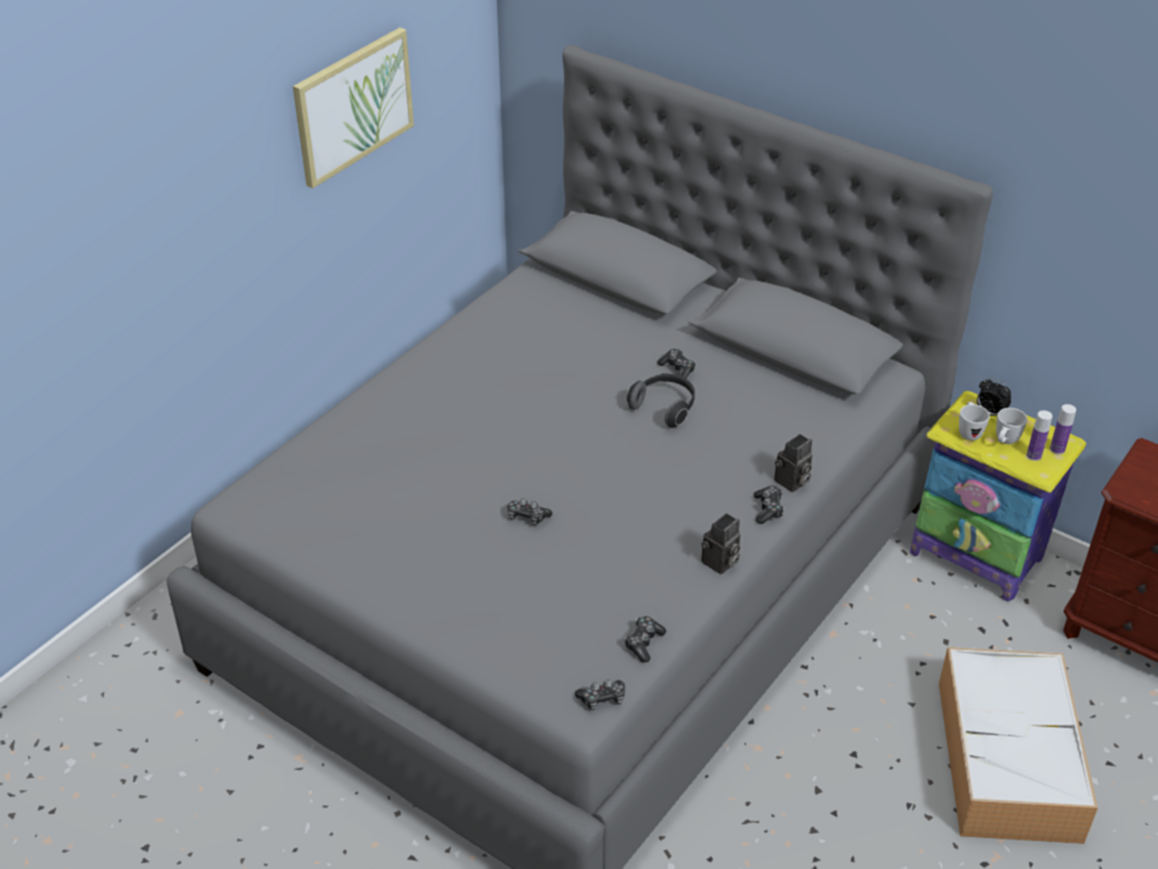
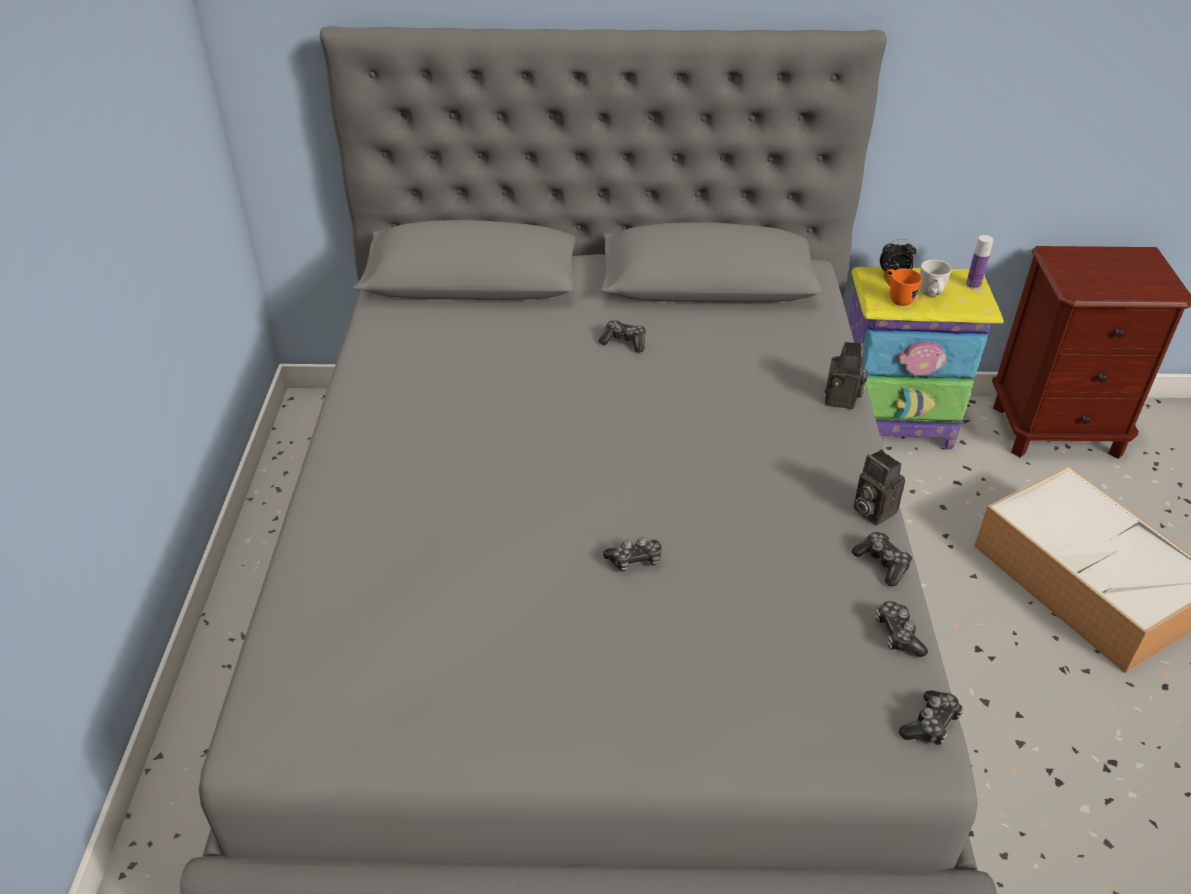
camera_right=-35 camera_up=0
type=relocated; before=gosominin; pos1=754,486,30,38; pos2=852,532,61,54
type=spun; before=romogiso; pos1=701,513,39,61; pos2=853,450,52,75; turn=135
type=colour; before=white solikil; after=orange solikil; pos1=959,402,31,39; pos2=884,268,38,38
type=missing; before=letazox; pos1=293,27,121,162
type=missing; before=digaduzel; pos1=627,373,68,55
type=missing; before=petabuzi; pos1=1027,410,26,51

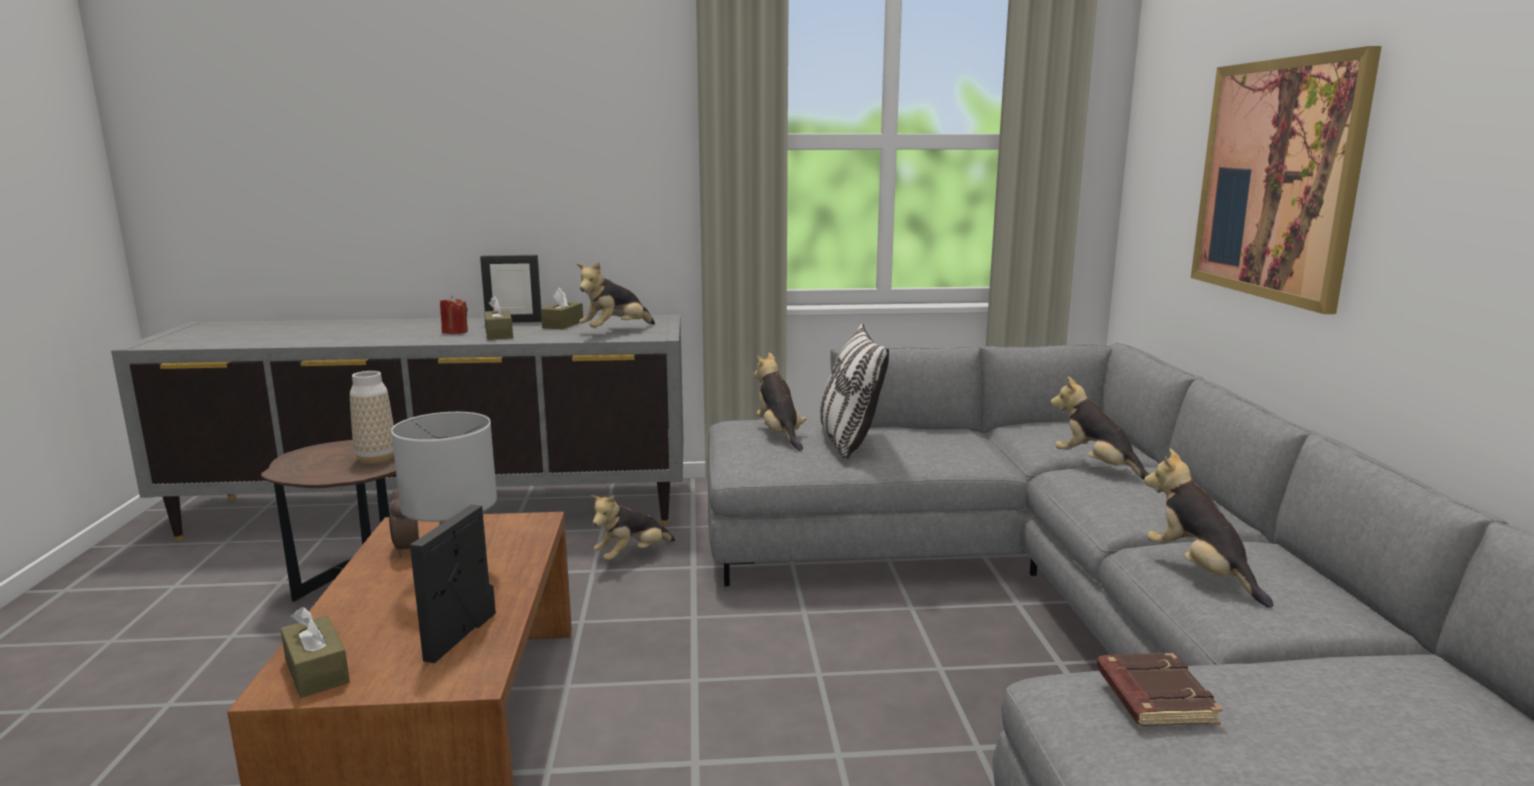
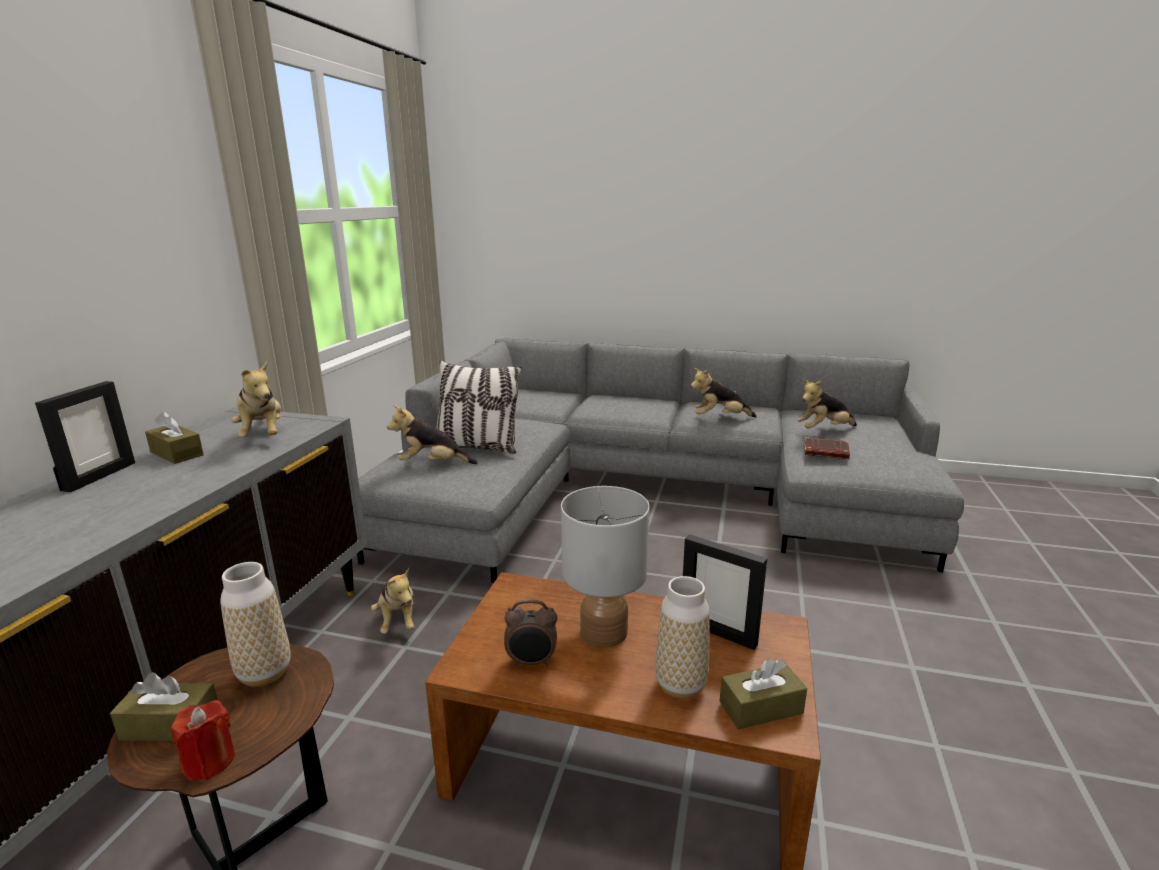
camera_right=-70 camera_up=5
type=relocated; before=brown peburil; pos1=484,296,29,44; pos2=110,672,108,69
type=relocated; before=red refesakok; pos1=440,296,28,38; pos2=171,700,64,80
type=appeared; after=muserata; pos2=655,576,55,123
type=relocated; before=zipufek; pos1=1051,377,99,103; pos2=797,379,60,50
type=missing; before=letazox; pos1=1191,46,191,268

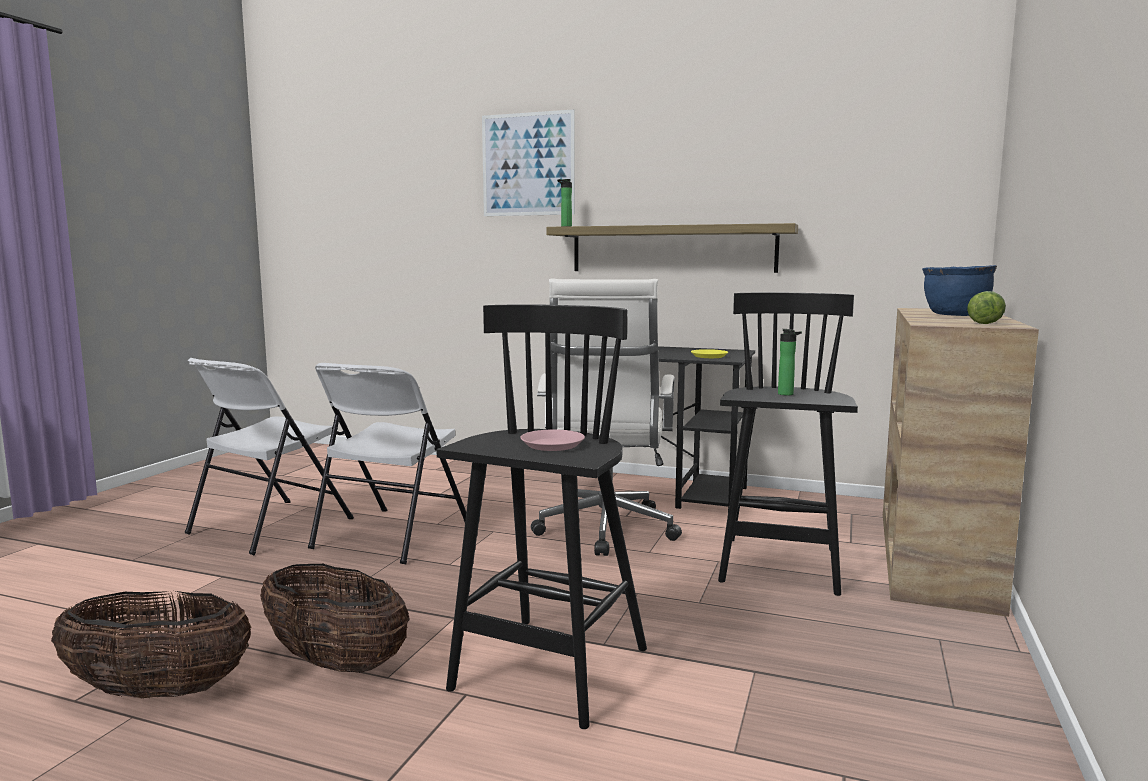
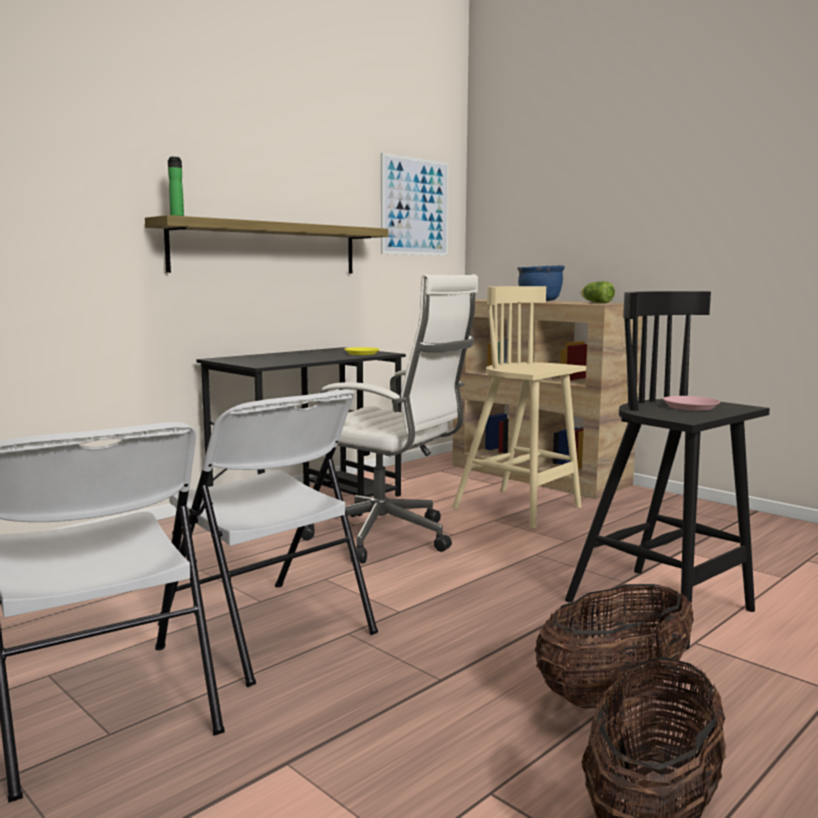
camera_right=-65 camera_up=0
type=relocated; before=letazox; pos1=482,109,93,107; pos2=381,153,68,103
type=colour; before=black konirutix; after=beige konirutix; pos1=718,292,140,304; pos2=452,286,134,242
type=missing; before=petabuzi; pos1=778,329,24,67

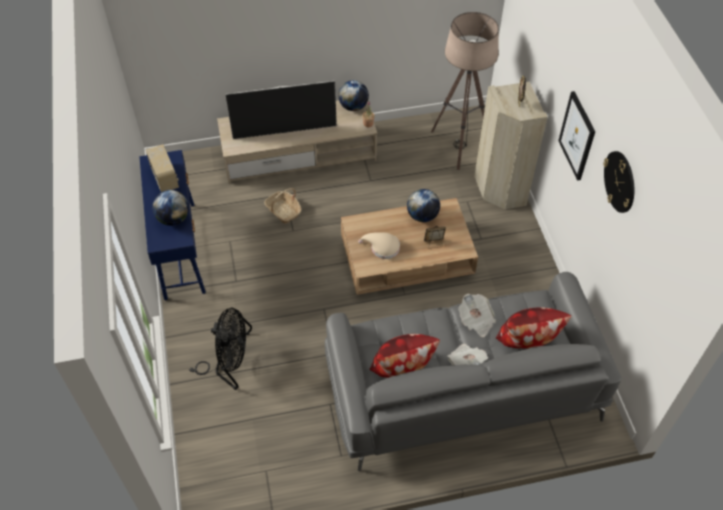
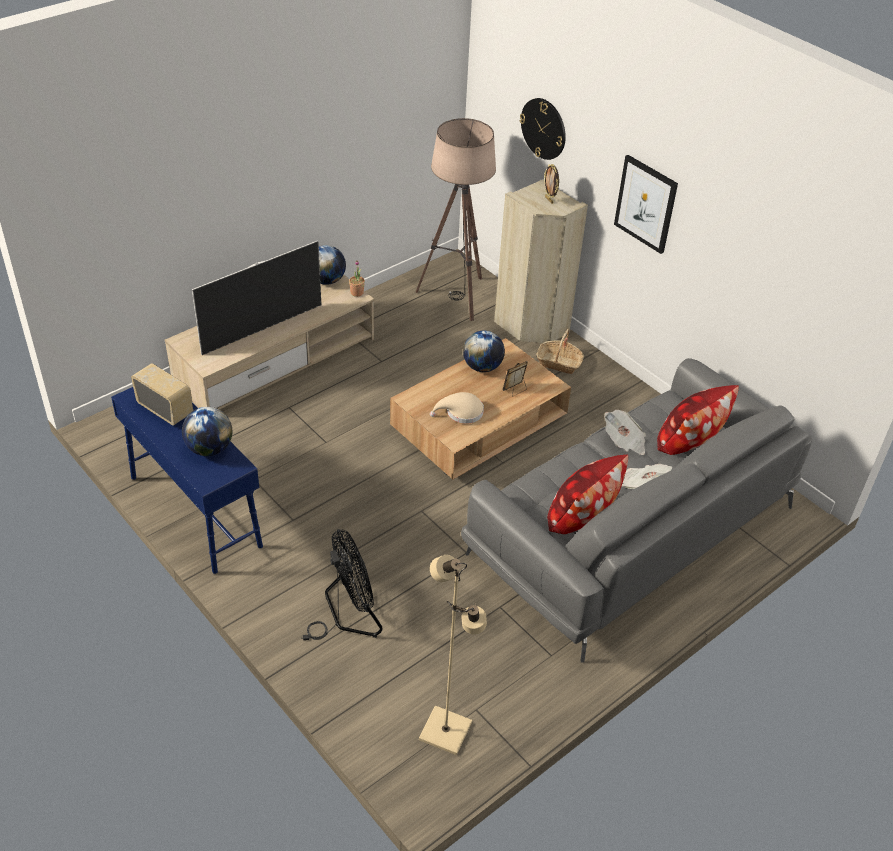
camera_right=-30 camera_up=-10
type=appeared; after=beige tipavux; pos2=419,555,68,200
type=relocated; before=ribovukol; pos1=603,151,31,62; pos2=520,98,46,62
type=relocated; before=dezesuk; pos1=264,188,37,35; pos2=536,329,48,45

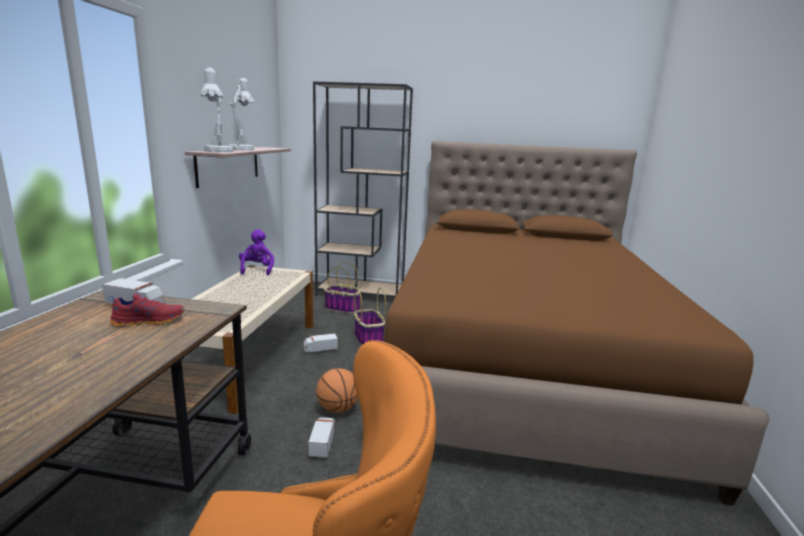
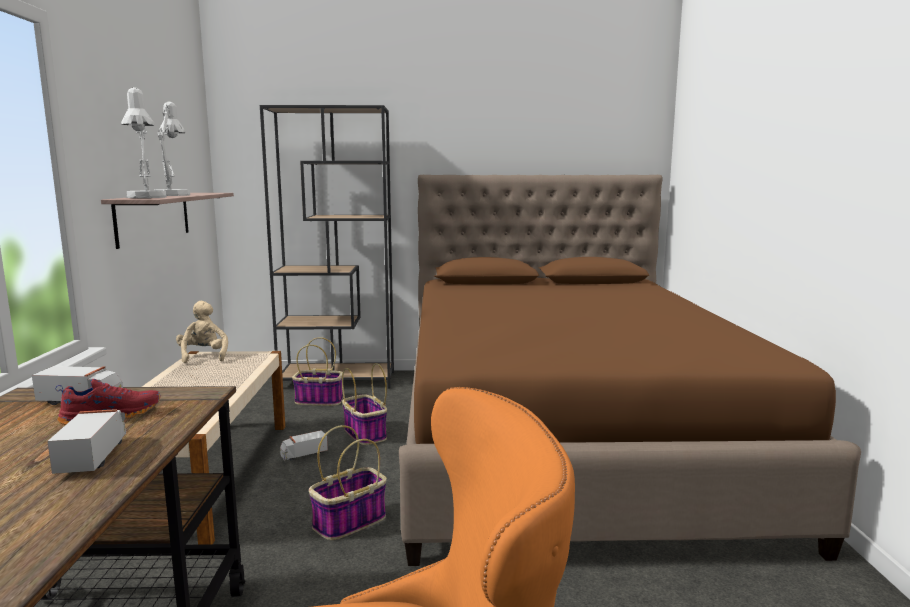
camera_right=-10 camera_up=-5
type=relocated; before=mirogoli; pos1=308,417,27,40; pos2=47,409,79,65
type=colour; before=purple zipufek; after=beige zipufek; pos1=239,229,35,46; pos2=176,301,52,62
type=exchanged; before=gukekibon; after=dezesuk; pos1=316,368,42,45; pos2=309,425,78,115

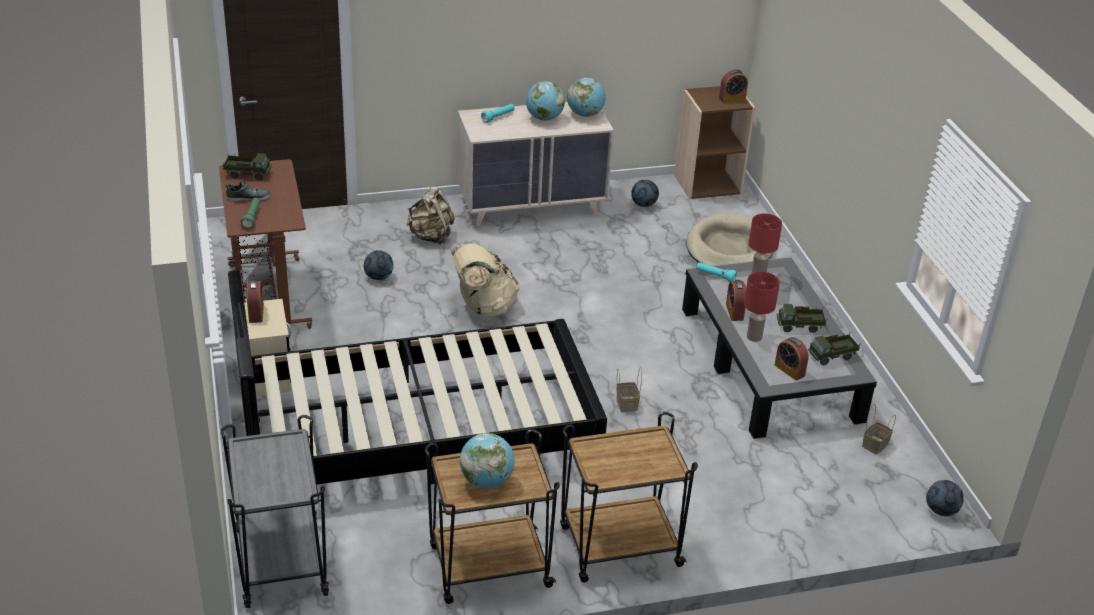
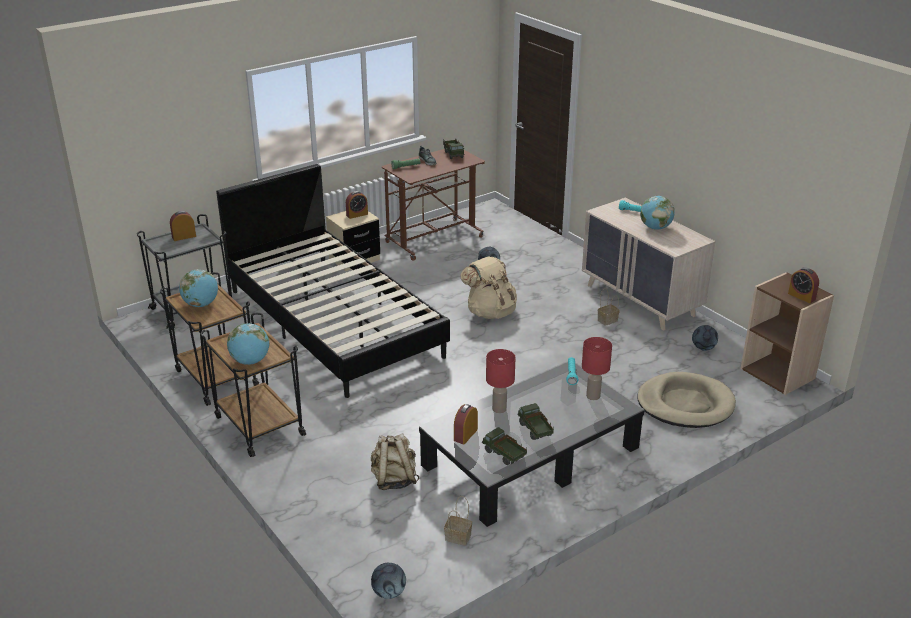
camera_right=70 camera_up=-5
type=relocated; before=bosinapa; pos1=726,280,20,41; pos2=170,211,26,30
type=relocated; before=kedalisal; pos1=567,78,39,39; pos2=227,323,43,42
type=relocated; before=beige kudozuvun; pos1=406,186,49,59; pos2=371,433,49,57
type=relocated; before=dezesuk; pos1=617,367,25,45; pos2=598,288,22,38

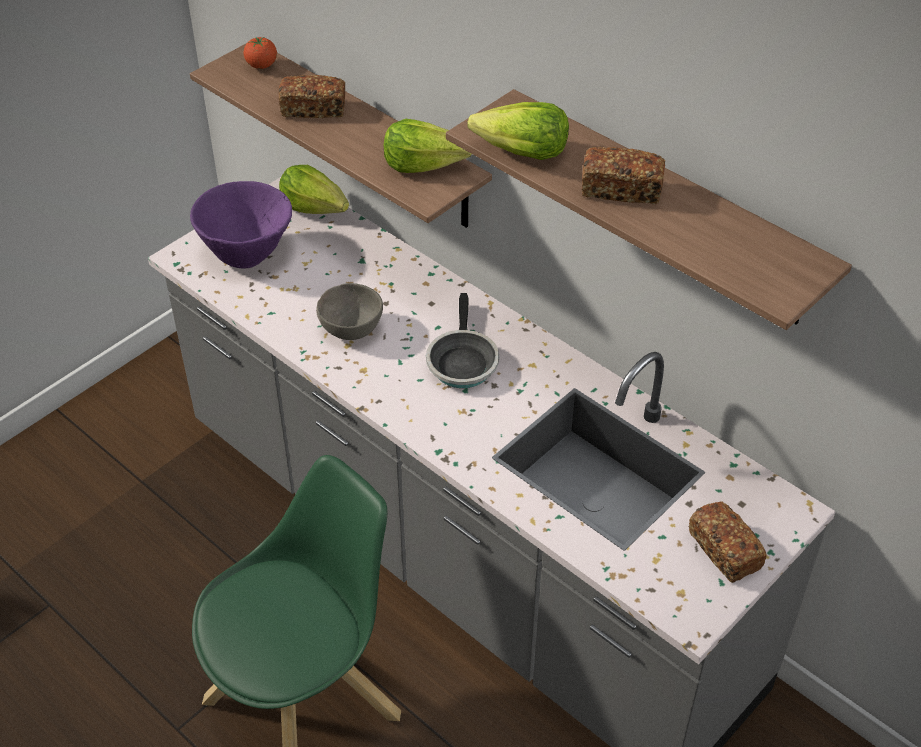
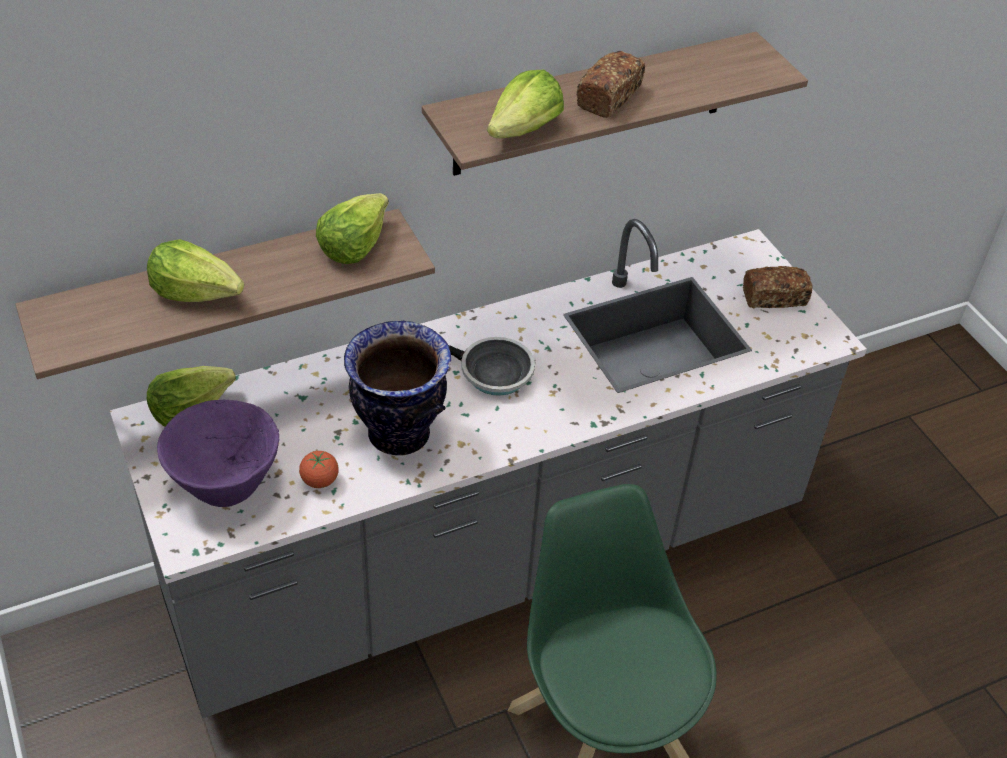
camera_right=-70 camera_up=0
type=exchanged; before=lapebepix; after=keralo; pos1=279,75,66,43; pos2=147,239,97,63
type=relocated; before=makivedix; pos1=244,37,33,32; pos2=299,451,40,37
type=exchanged; before=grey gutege; after=muserata; pos1=316,283,67,57; pos2=344,320,107,136

